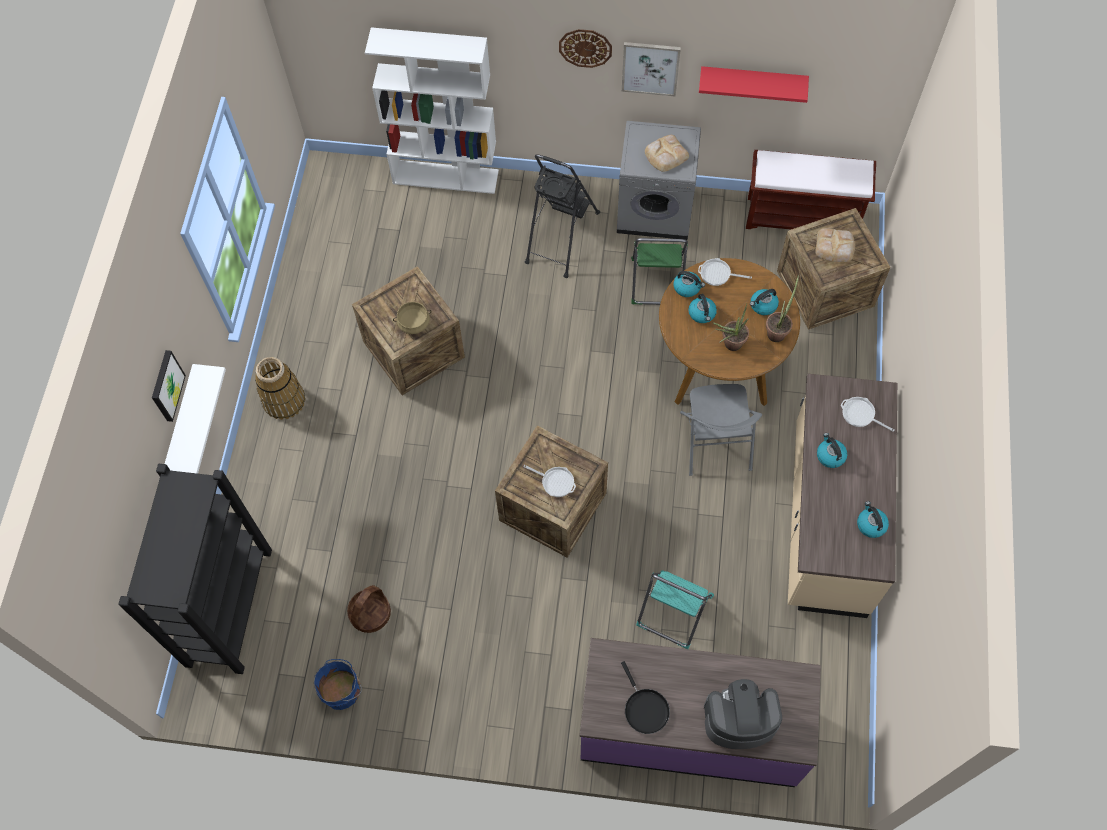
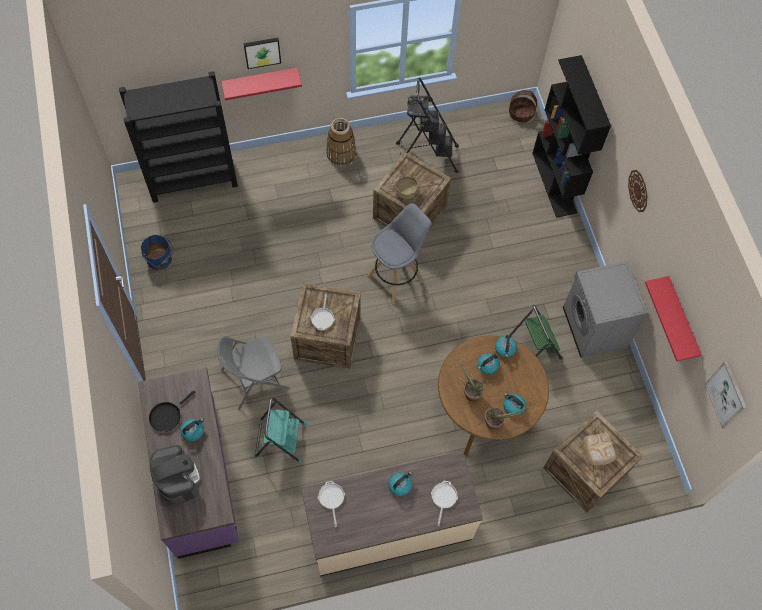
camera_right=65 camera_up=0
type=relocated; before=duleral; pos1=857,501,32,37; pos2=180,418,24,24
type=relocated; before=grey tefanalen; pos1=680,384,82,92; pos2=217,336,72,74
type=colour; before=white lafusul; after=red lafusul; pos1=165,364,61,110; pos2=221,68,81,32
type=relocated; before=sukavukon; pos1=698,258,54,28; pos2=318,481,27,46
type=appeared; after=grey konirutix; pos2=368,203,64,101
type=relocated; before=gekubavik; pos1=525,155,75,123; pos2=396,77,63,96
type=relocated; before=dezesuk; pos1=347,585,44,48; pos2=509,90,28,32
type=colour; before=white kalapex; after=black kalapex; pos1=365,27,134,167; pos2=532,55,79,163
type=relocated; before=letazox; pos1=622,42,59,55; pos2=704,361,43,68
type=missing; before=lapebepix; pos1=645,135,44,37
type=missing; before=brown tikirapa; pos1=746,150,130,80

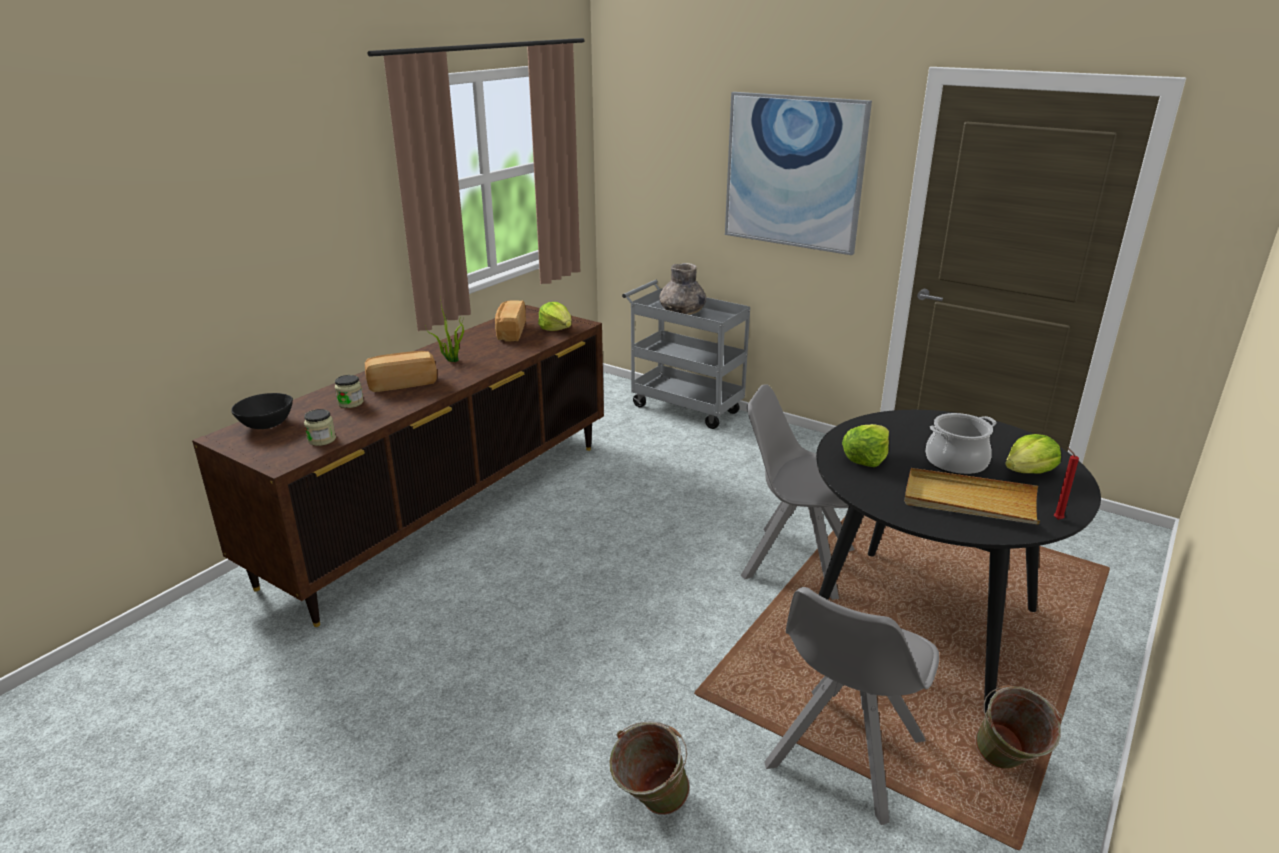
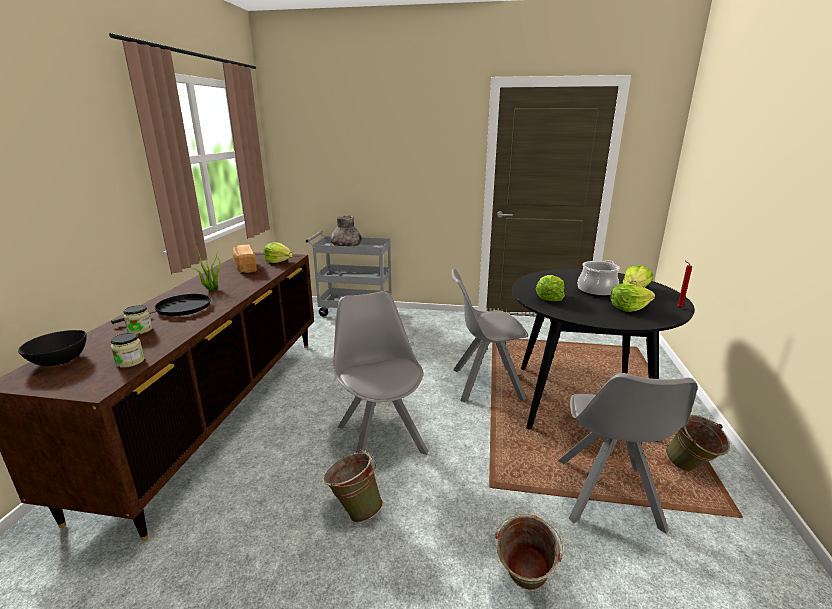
camera_right=-25 camera_up=-5
type=exchanged; before=lapebepix; after=black sukavukon; pos1=365,351,72,41; pos2=111,294,100,30
type=appeared; after=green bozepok; pos2=324,449,59,73
type=appeared; after=grey tefanalen; pos2=333,291,95,164
type=exchanged; before=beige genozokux; after=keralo; pos1=904,468,136,56; pos2=610,283,45,29
type=missing; before=letazox; pos1=725,92,147,163

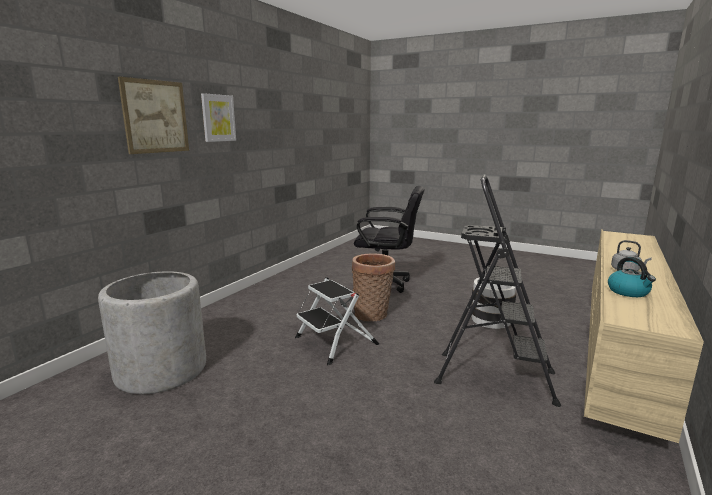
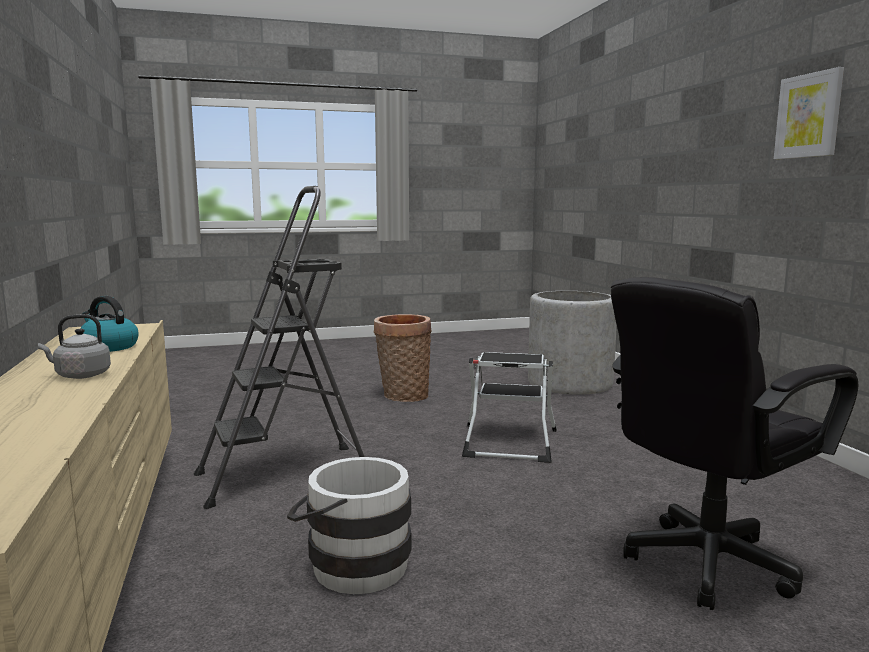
camera_right=135 camera_up=-5
type=relocated; before=dezesuk; pos1=352,254,43,68; pos2=374,314,58,88
type=missing; before=letazox; pos1=118,77,71,77

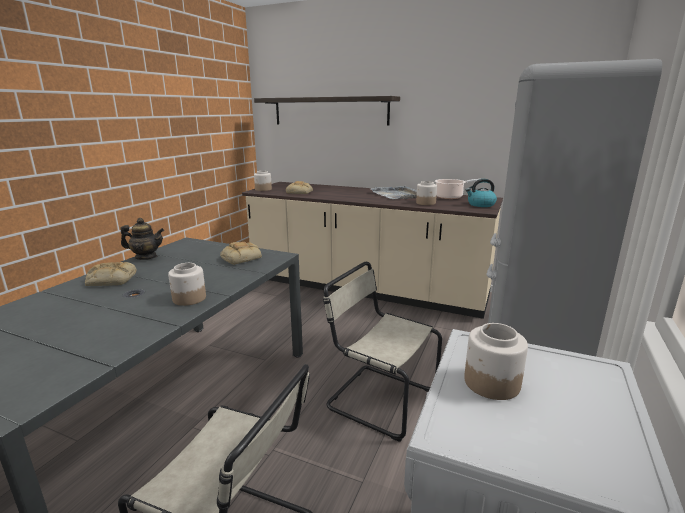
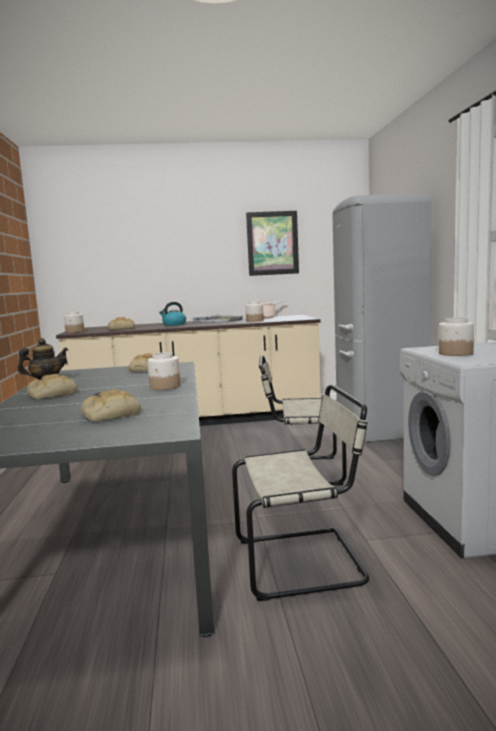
camera_right=-30 camera_up=-10
type=appeared; after=lapebepix; pos2=81,389,60,32
type=relocated; before=duleral; pos1=466,179,31,28; pos2=159,302,27,24
type=appeared; after=letazox; pos2=246,211,53,65
type=missing; before=lafusul; pos1=254,96,146,30

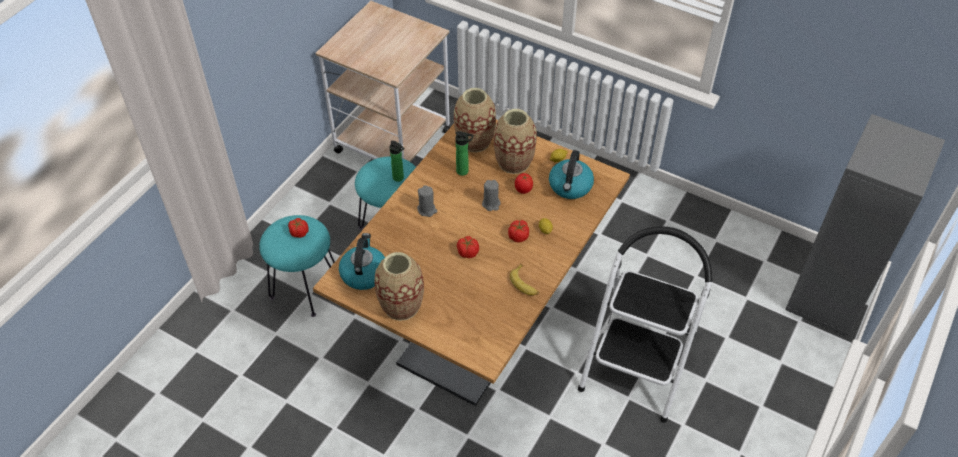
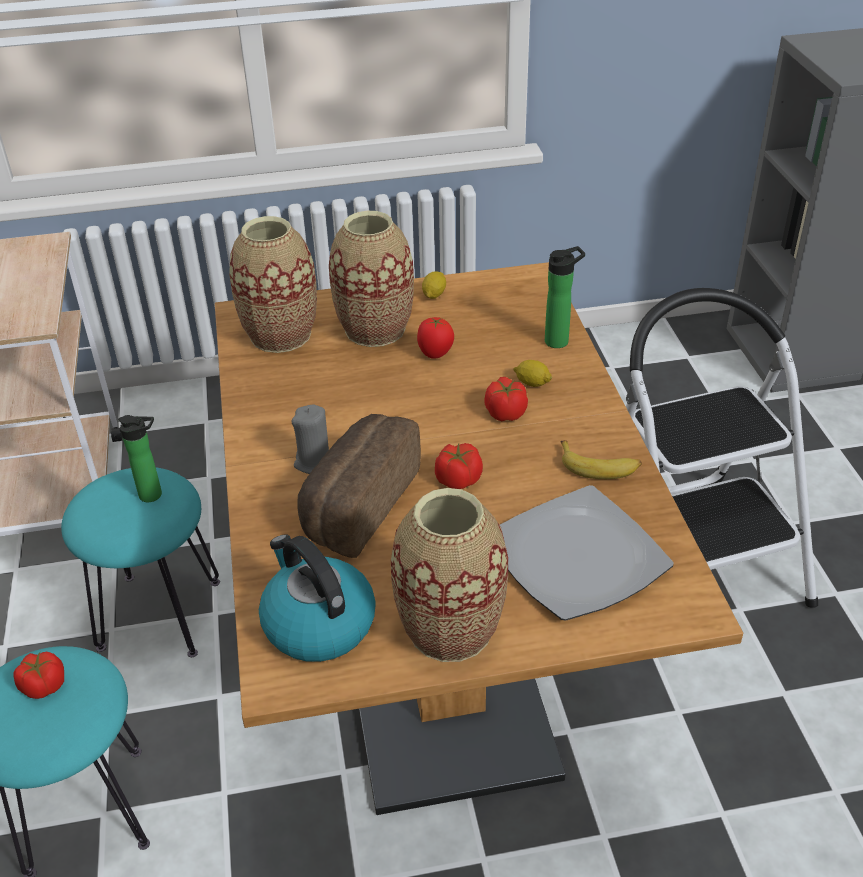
camera_right=-40 camera_up=-10
type=appeared; after=lapebepix; pos2=298,414,123,144
type=appeared; after=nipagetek; pos2=500,485,174,136
type=relocated; before=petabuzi; pos1=455,131,18,45; pos2=545,246,40,102
type=missing; before=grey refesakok; pos1=482,180,19,31
type=missing; before=duleral; pos1=549,150,45,49

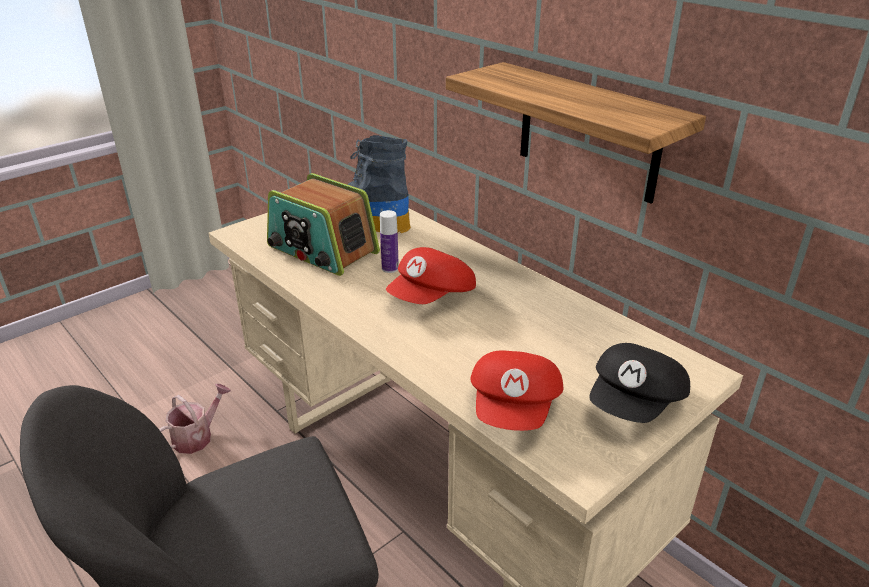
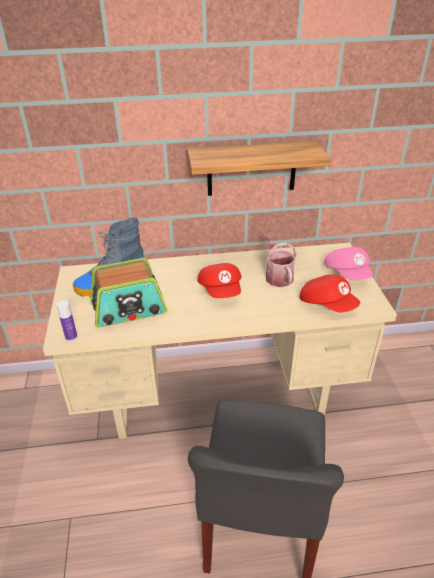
camera_right=-55 camera_up=5
type=relocated; before=petabuzi; pos1=380,210,19,63; pos2=57,300,20,41
type=relocated; before=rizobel; pos1=159,384,72,70; pos2=264,234,33,53
type=colour; before=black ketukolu; after=pink ketukolu; pos1=589,343,101,80; pos2=324,247,49,33

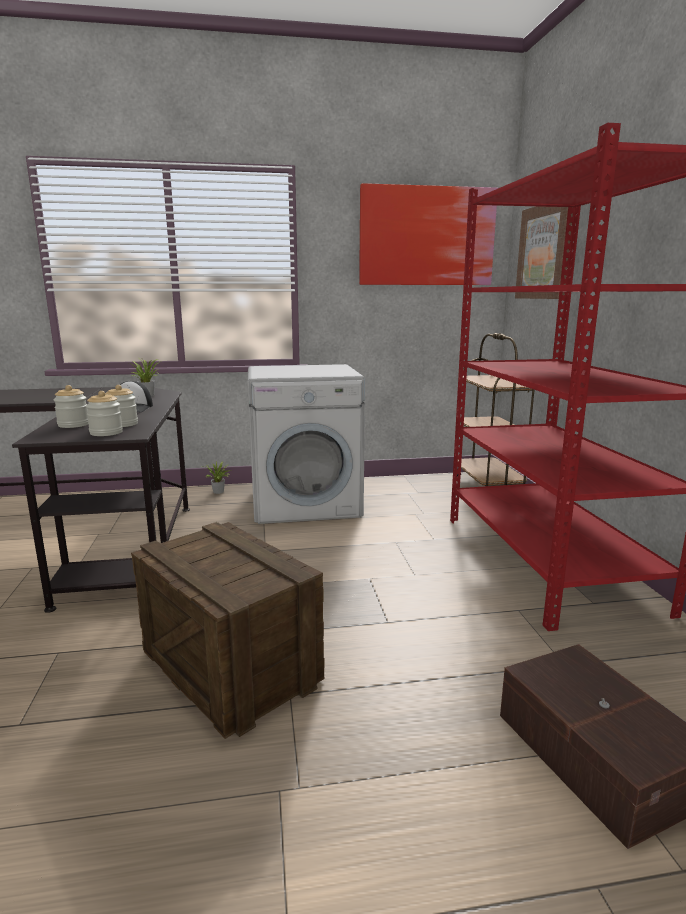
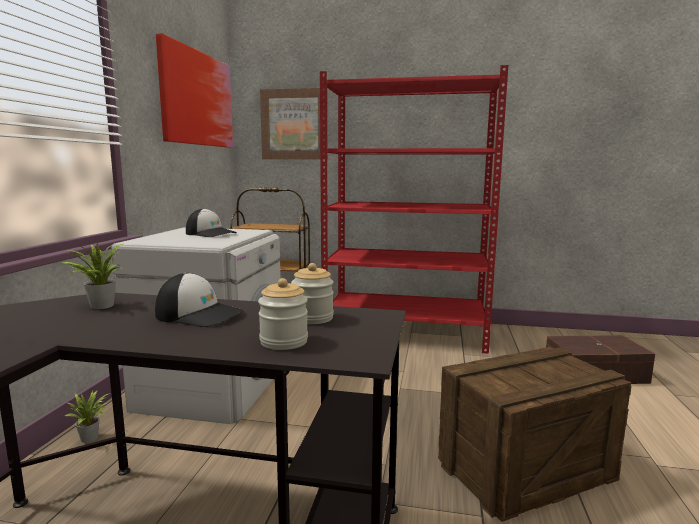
camera_right=-70 camera_up=-5
type=appeared; after=ketukolu; pos2=186,208,51,29
type=missing; before=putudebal; pos1=86,391,37,45

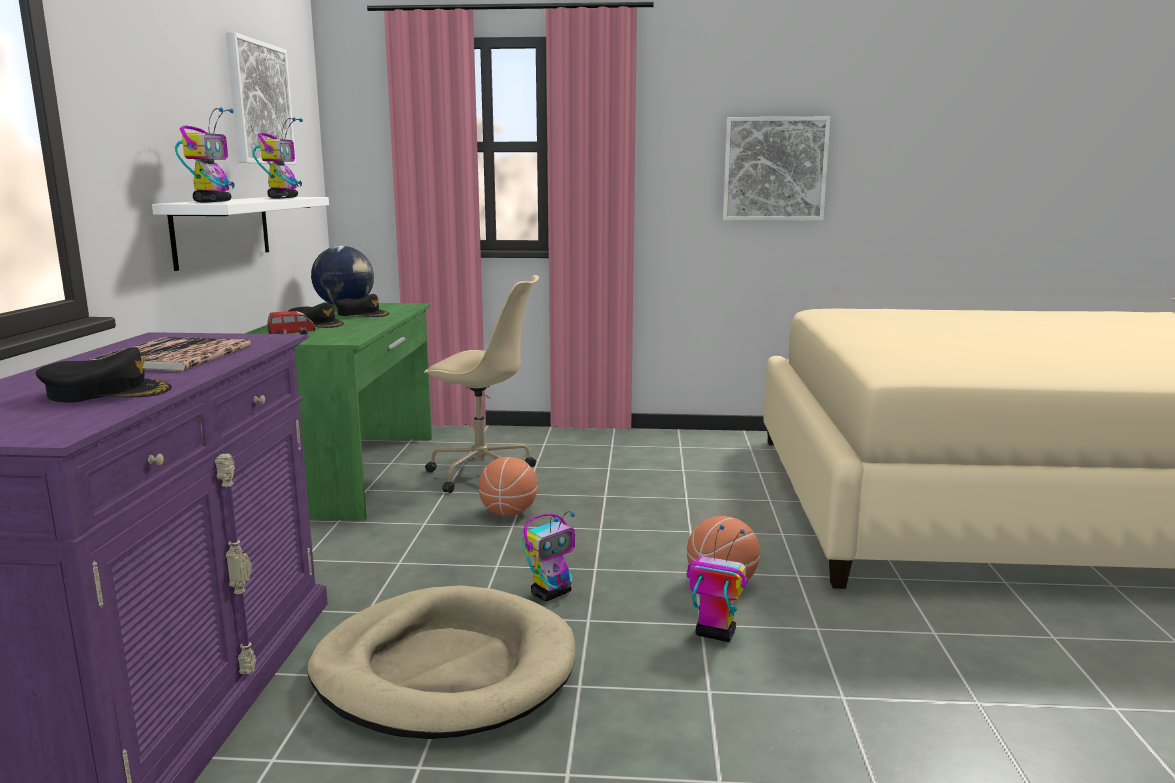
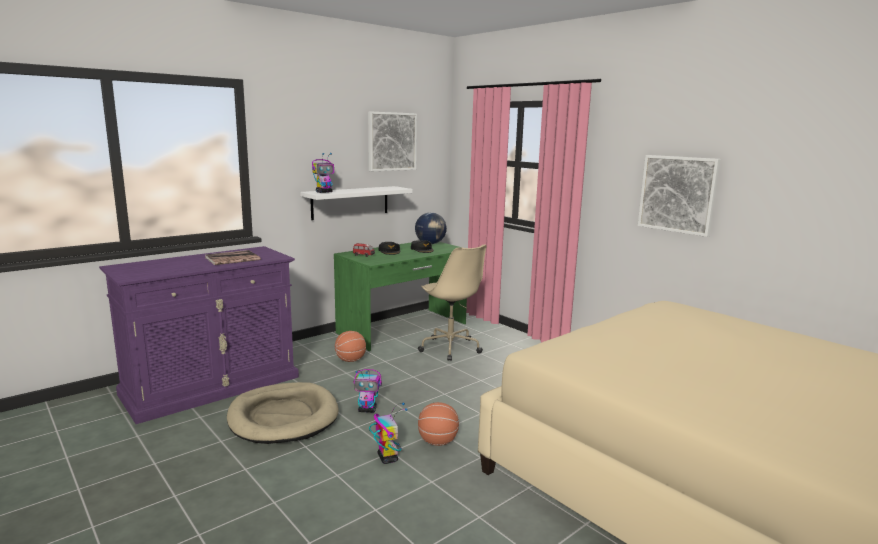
camera_right=45 camera_up=0
type=relocated; before=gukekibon; pos1=479,457,58,59; pos2=335,331,31,31
type=missing; before=black ketukolu; pos1=36,347,136,56
type=missing; before=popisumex; pos1=252,117,51,82

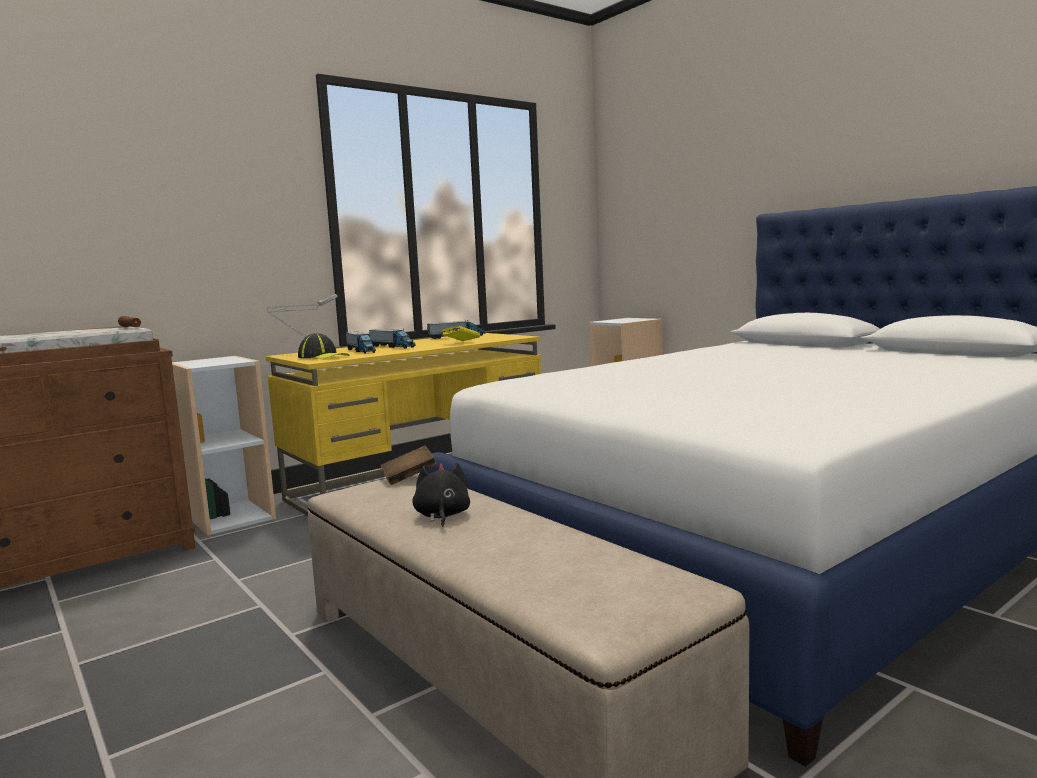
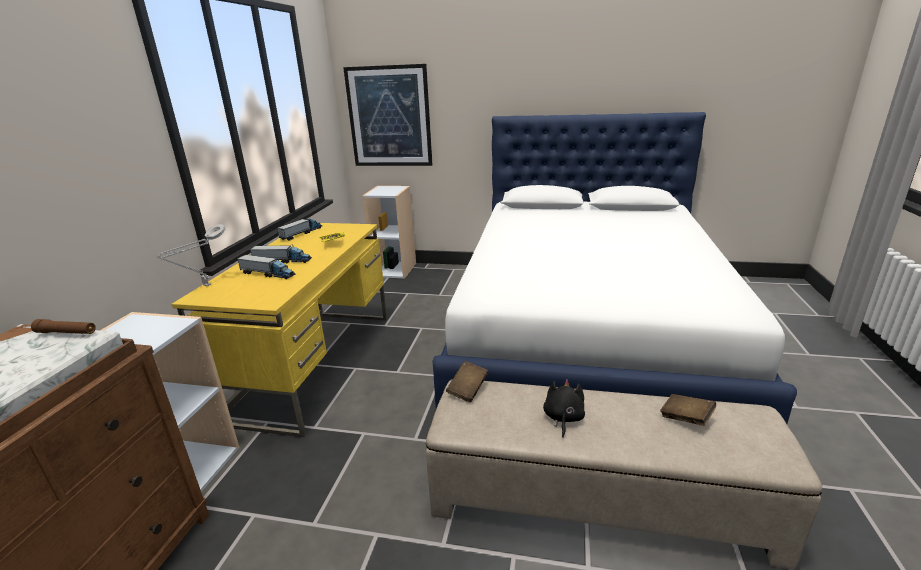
camera_right=-40 camera_up=15
type=appeared; after=letazox; pos2=343,64,90,102
type=spun; before=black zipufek; pos1=413,463,57,64; pos2=543,379,42,59; turn=60
type=appeared; after=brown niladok; pos2=660,394,56,32
type=missing; before=ketukolu; pos1=298,333,52,26

